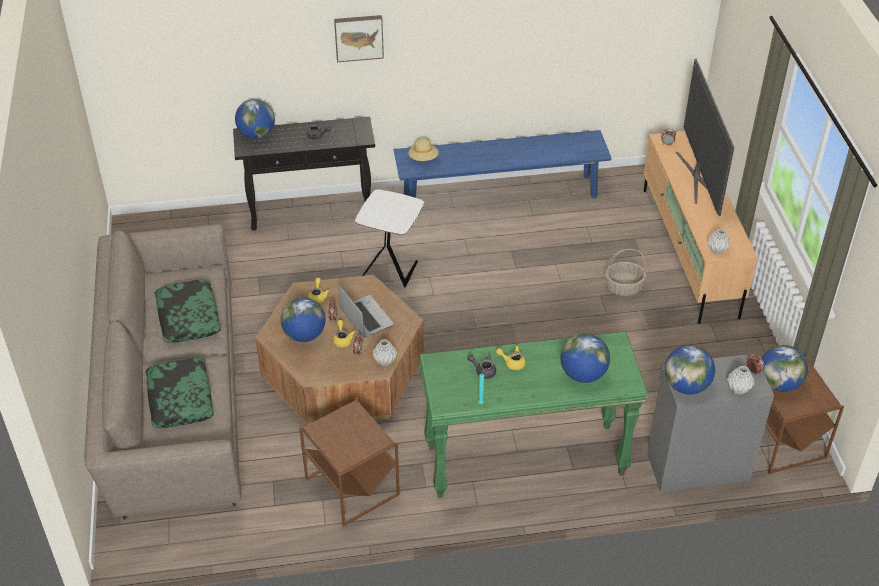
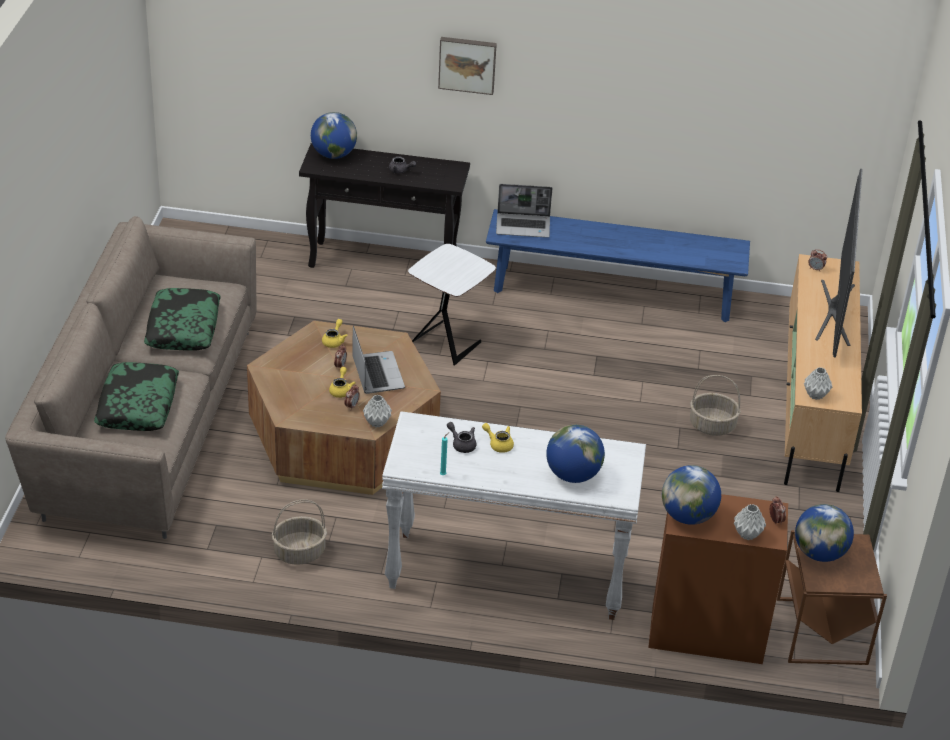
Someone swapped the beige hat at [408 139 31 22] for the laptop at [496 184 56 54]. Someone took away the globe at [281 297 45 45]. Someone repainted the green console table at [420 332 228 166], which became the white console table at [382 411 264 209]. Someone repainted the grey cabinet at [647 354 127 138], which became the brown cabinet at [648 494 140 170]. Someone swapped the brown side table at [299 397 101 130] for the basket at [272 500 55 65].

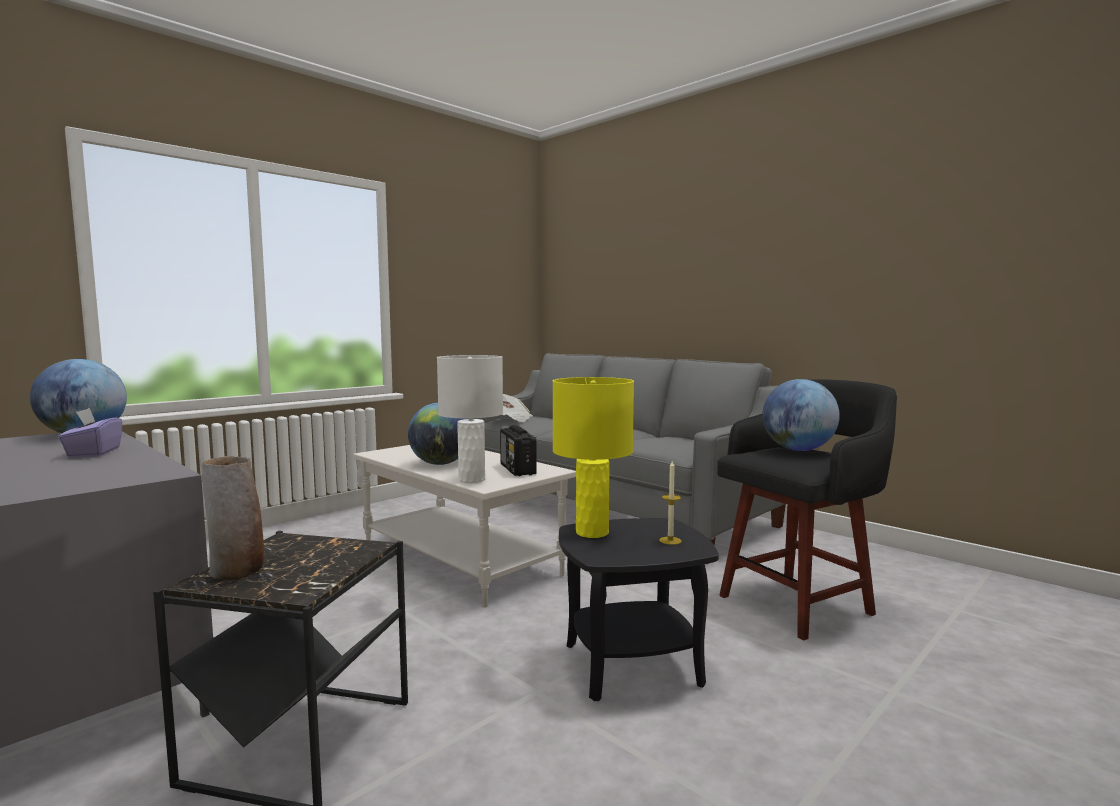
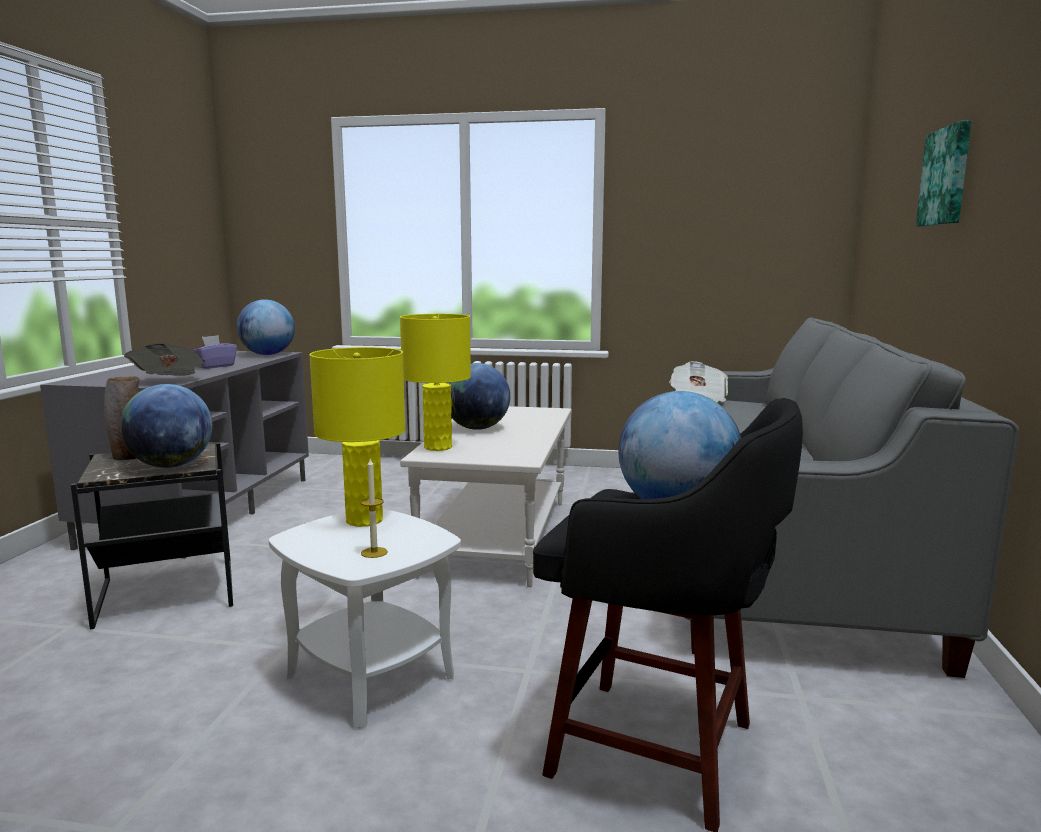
Someone repainted the white table lamp at [437 355 66 128], which became the yellow table lamp at [400 314 71 137]. Someone took away the radio at [500 425 37 51]. Someone repainted the black side table at [559 518 160 183], which became the white side table at [269 509 192 220]. Someone put up the picture at [916 120 55 106]. Someone put down the newspaper at [124 343 81 33]. Someone put down the globe at [120 384 92 84].

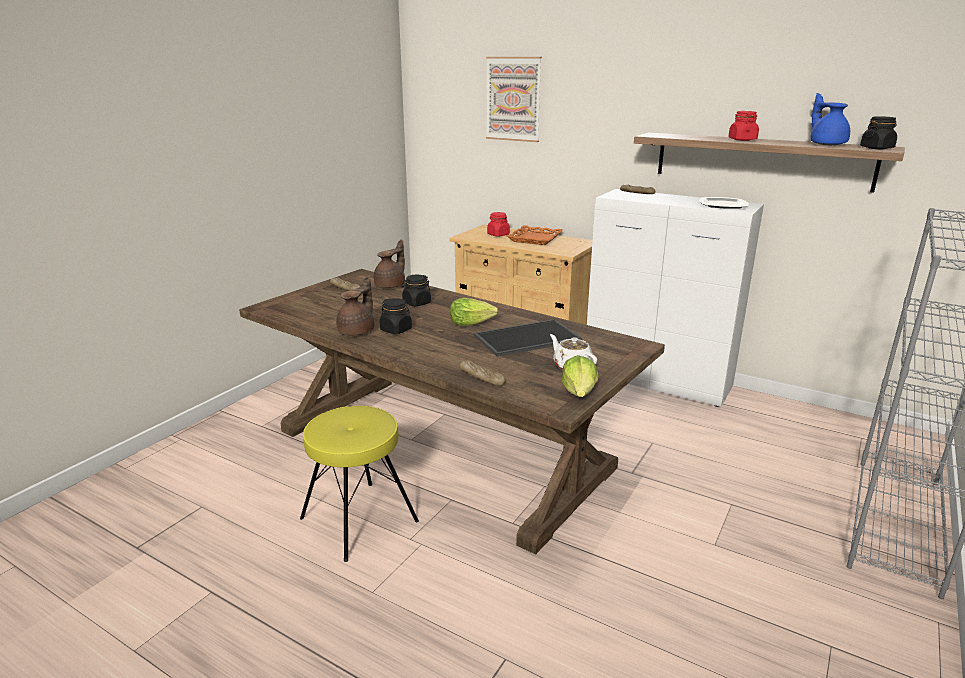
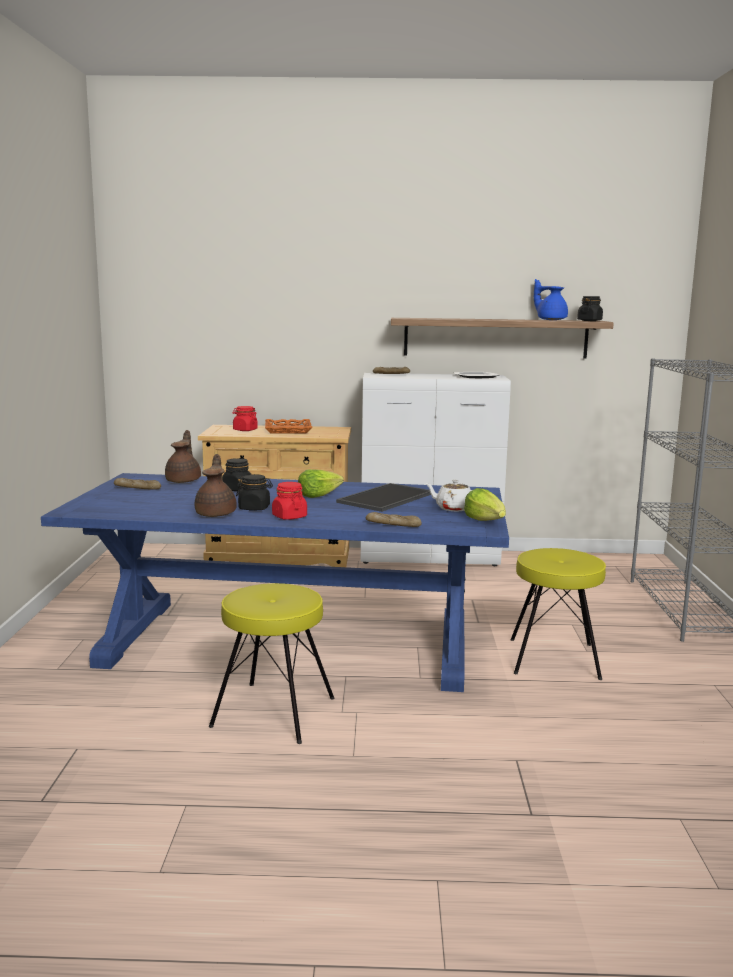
Someone took away the picture at [486 57 56 85]. Someone carried the red jar from [728 111 31 30] to [272 482 35 38]. Someone repainted the brown dining table at [239 269 426 286], which became the blue dining table at [41 473 468 219]. Someone put down the yellow stool at [511 548 95 132].

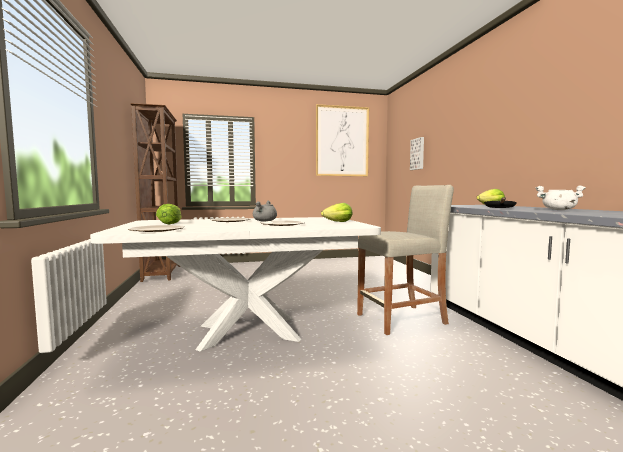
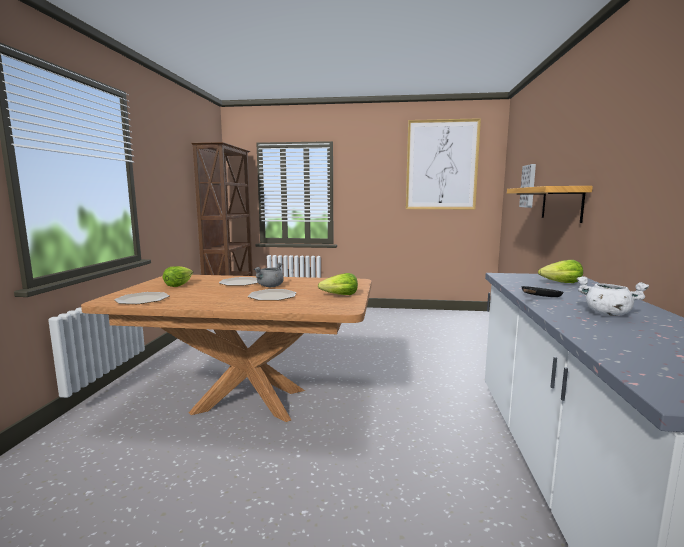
Someone took away the beige stool at [357 185 97 150]. Someone repainted the white dining table at [90 217 291 134], which became the brown dining table at [81 275 290 147]. Someone put up the shelf at [507 186 86 37].

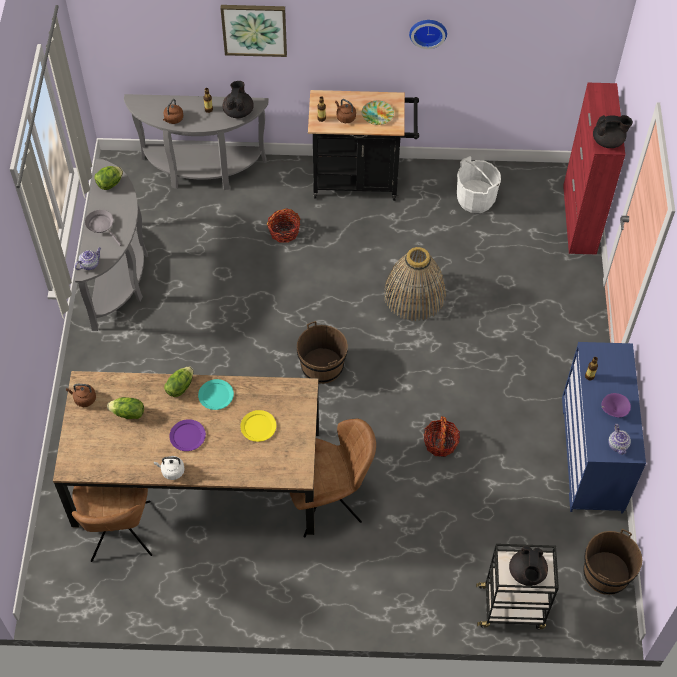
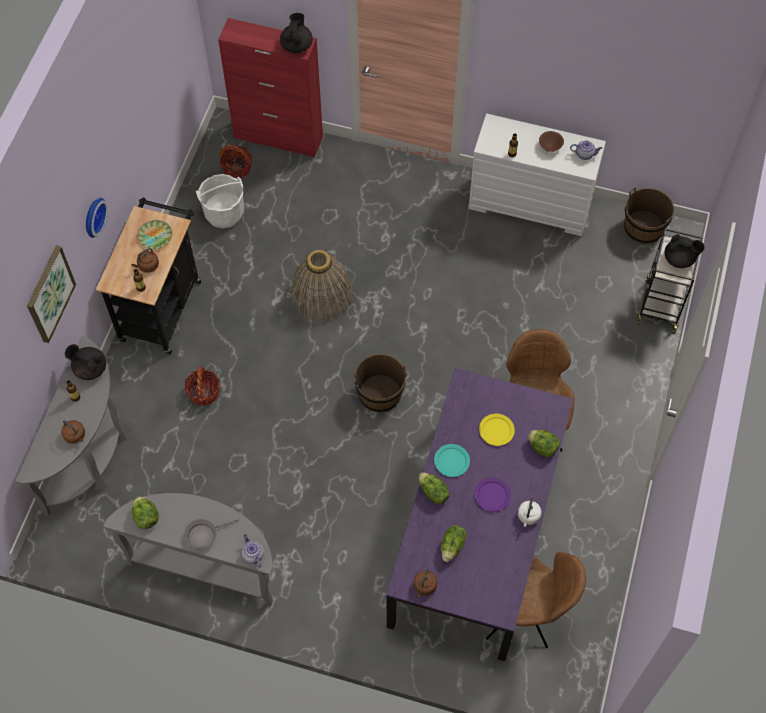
Someone carried the wall clock from [409 20 38 29] to [86 198 22 40]. Someone repainted the blue dresser at [562 342 84 172], which became the white dresser at [468 113 138 123]. Someone repainted the brown dining table at [53 371 266 164], which became the purple dining table at [386 368 187 294]. Someone repainted the purple bowl at [601 393 30 24], which became the brown bowl at [539 131 25 21]. Someone carried the basket from [424 416 36 41] to [219 145 33 33]. Someone put down the lettuce at [528 430 32 27].

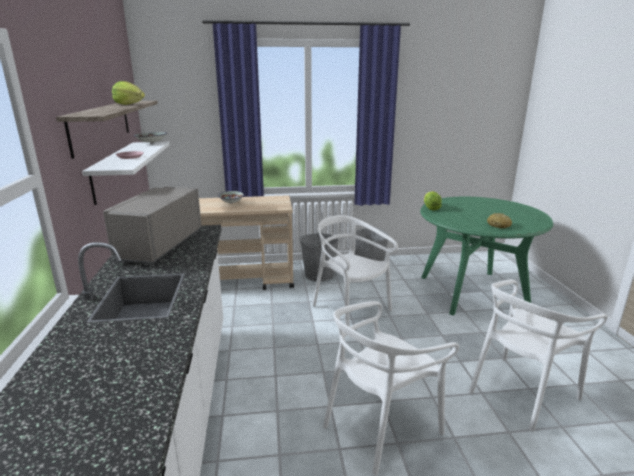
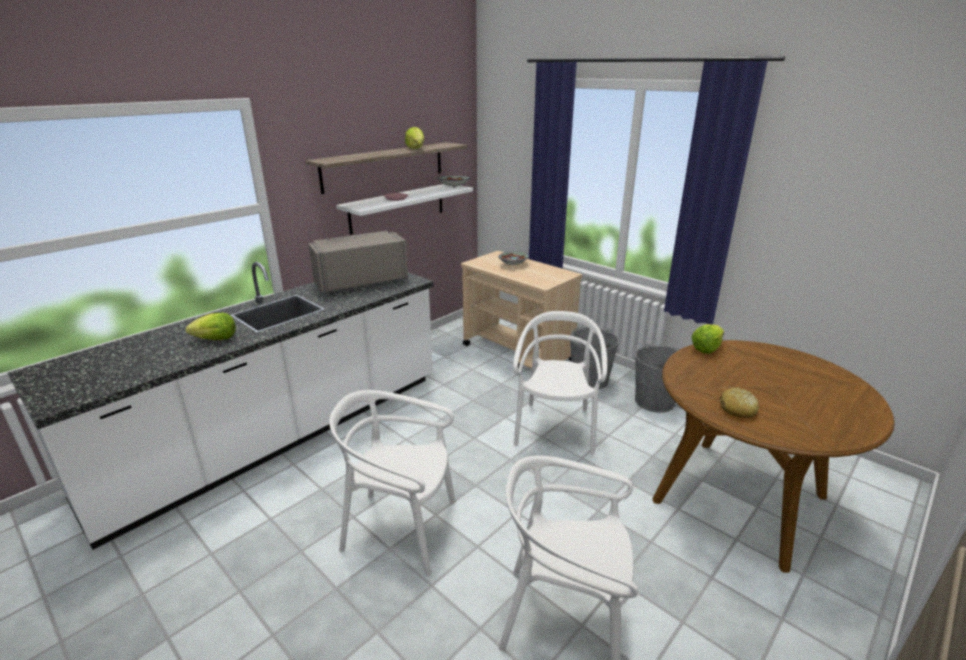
Someone repainted the green dining table at [420 197 133 118], which became the brown dining table at [652 340 243 233]. Someone put down the lettuce at [186 313 50 27].

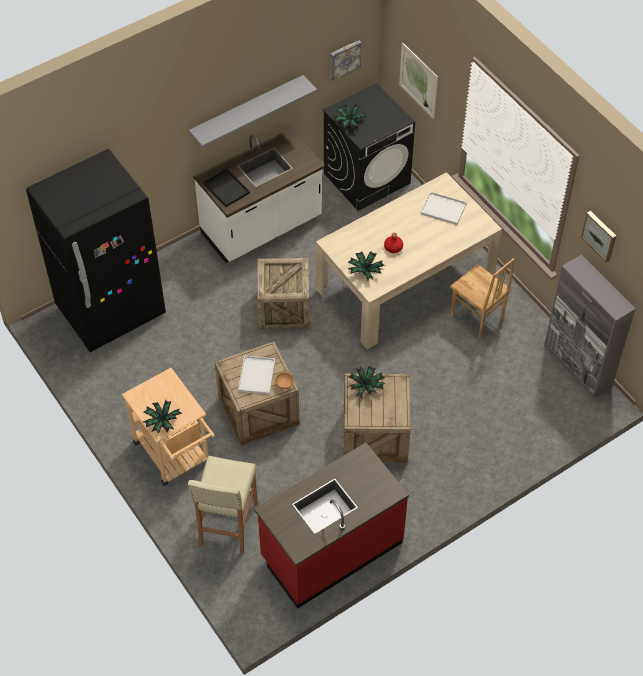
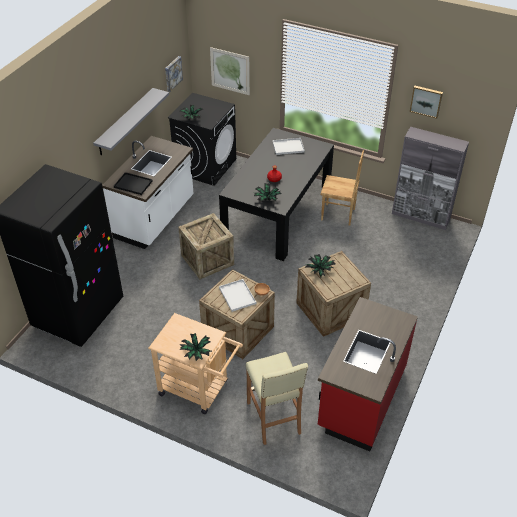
Someone repainted the beige dining table at [316 172 186 177], which became the black dining table at [219 128 115 133].

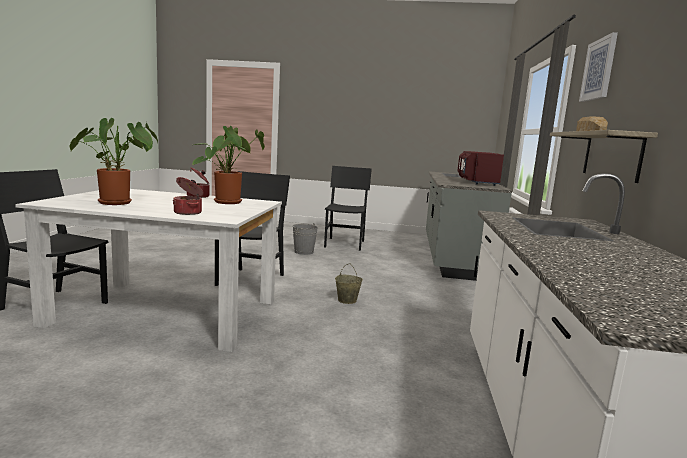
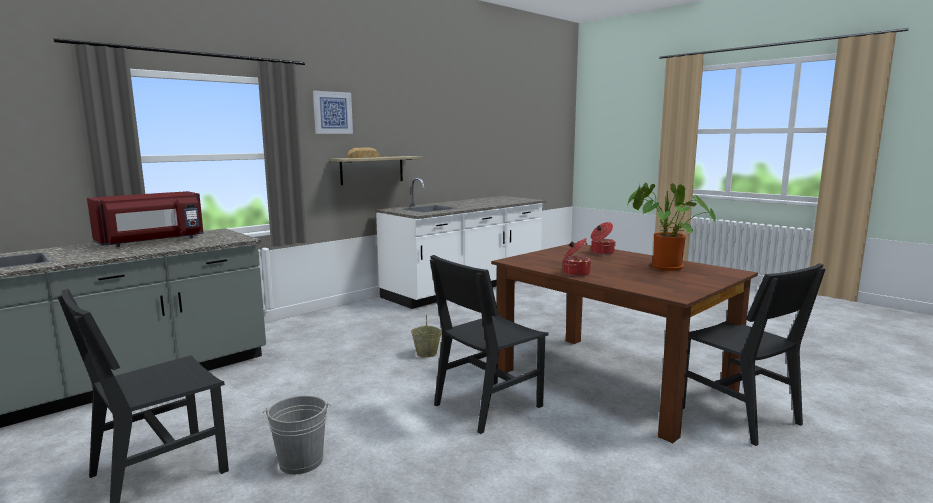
Someone took away the potted plant at [192 126 73 78]. Someone repainted the white dining table at [15 189 267 163], which became the brown dining table at [491 243 267 200].

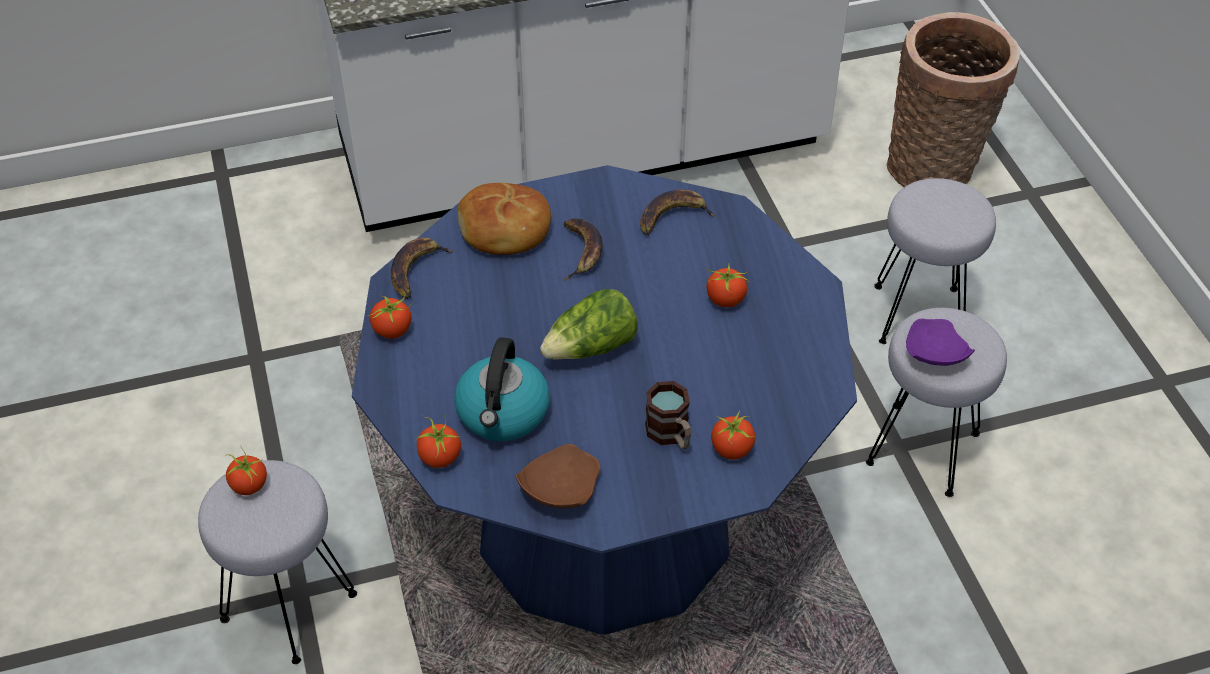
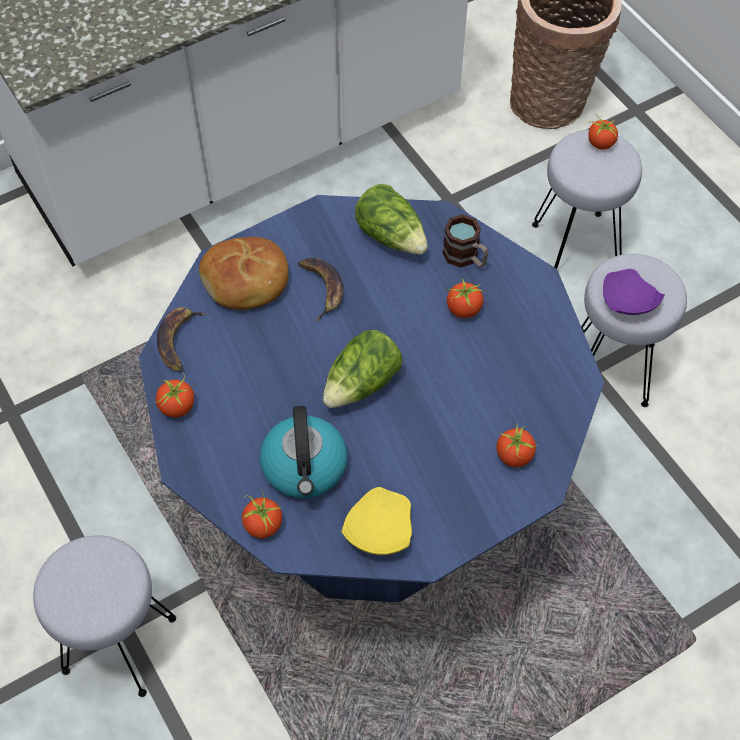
Someone swapped the banana at [640 189 76 47] for the lettuce at [355 184 73 71]. Someone carried the mug from [645 381 46 68] to [443 214 45 54]. Someone repainted the brown plate at [515 444 85 64], which became the yellow plate at [342 487 70 68]. Someone carried the tomato from [225 447 42 48] to [588 115 31 35].

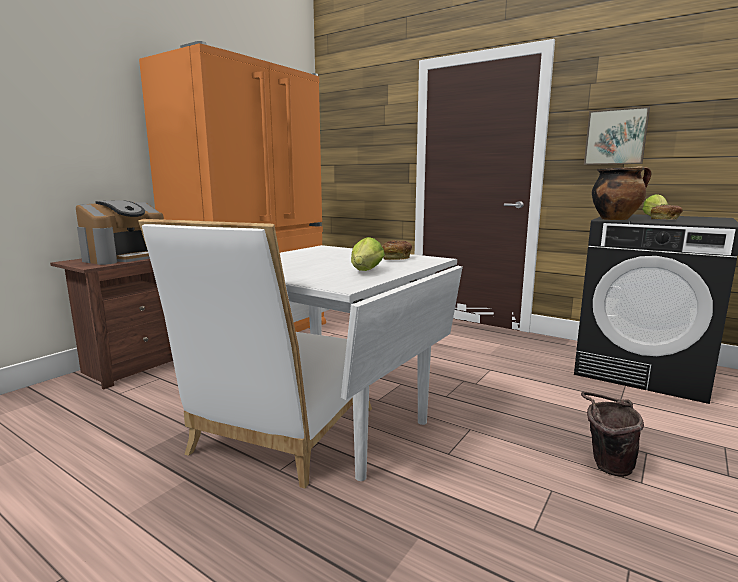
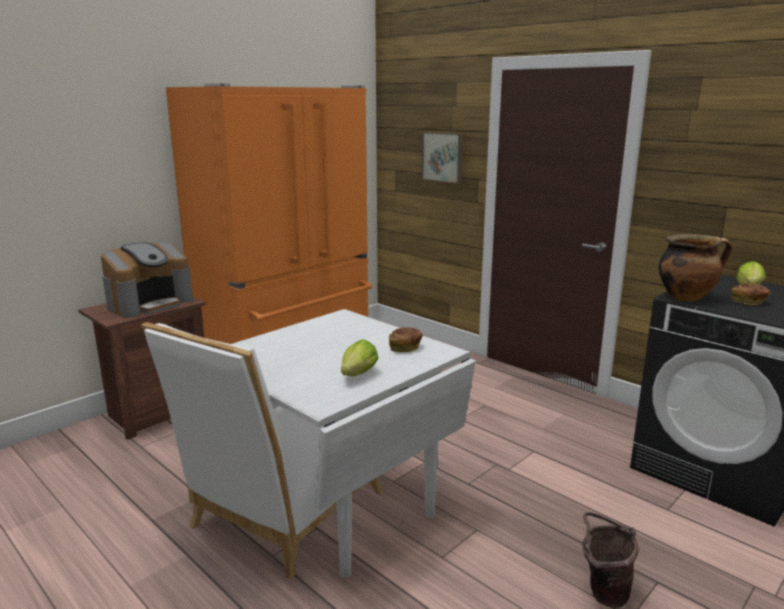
Someone carried the picture from [584 107 66 58] to [422 132 41 52].

